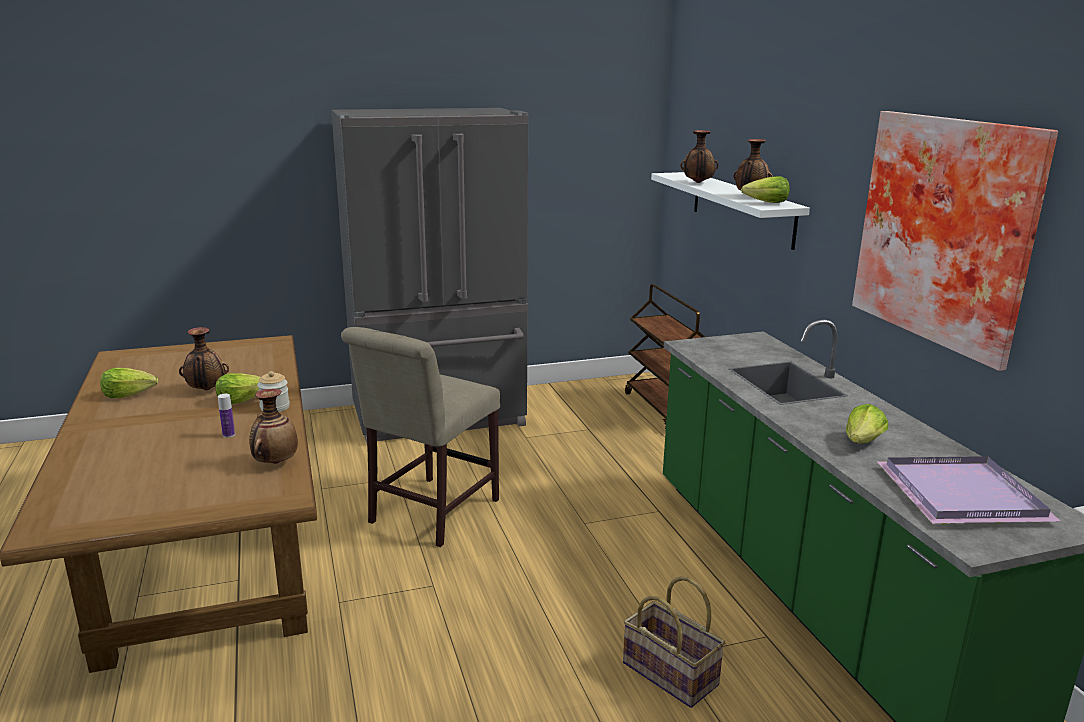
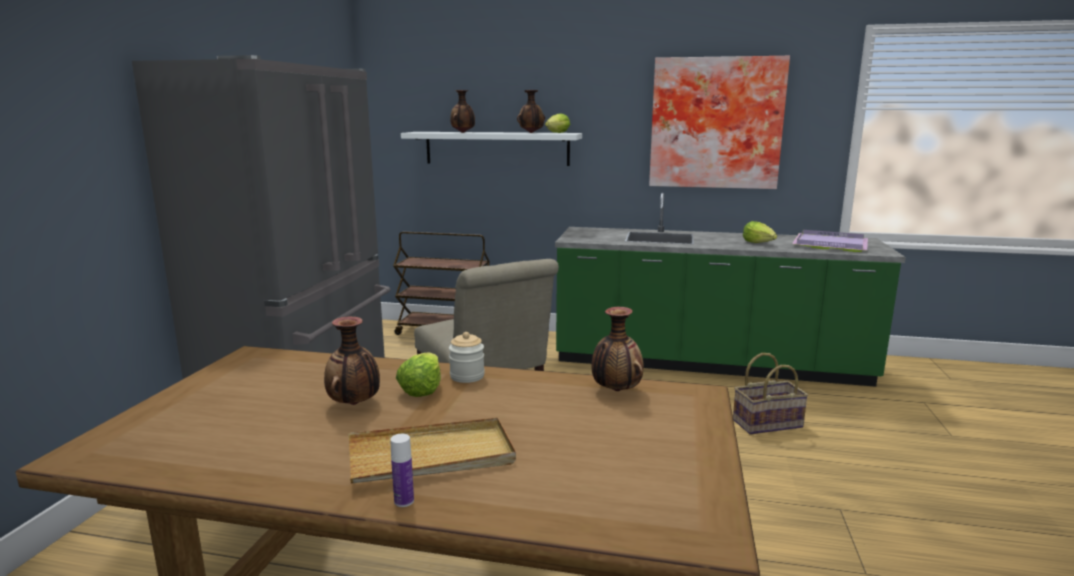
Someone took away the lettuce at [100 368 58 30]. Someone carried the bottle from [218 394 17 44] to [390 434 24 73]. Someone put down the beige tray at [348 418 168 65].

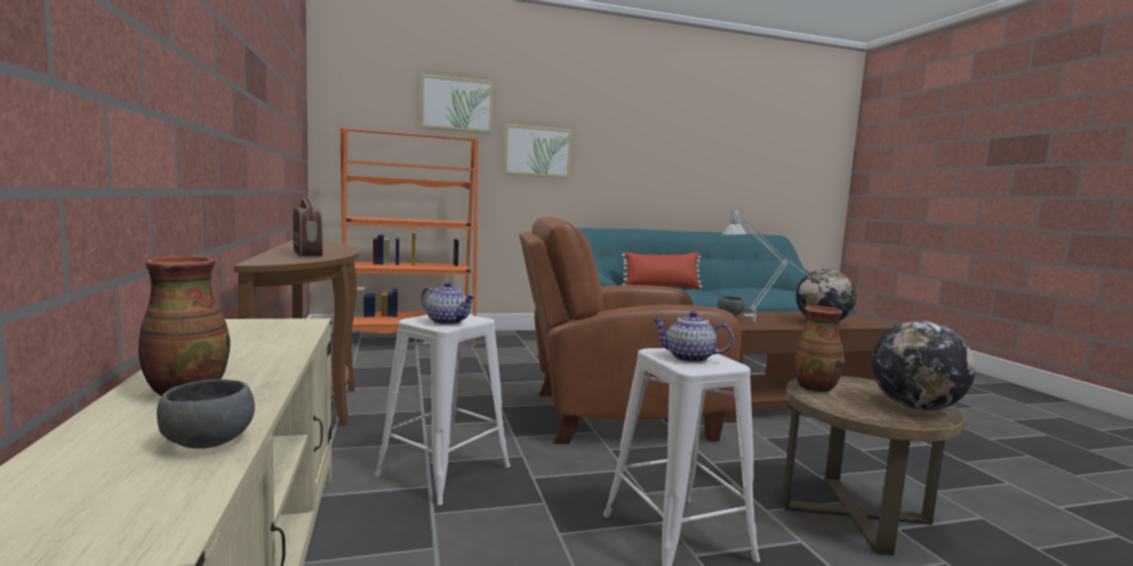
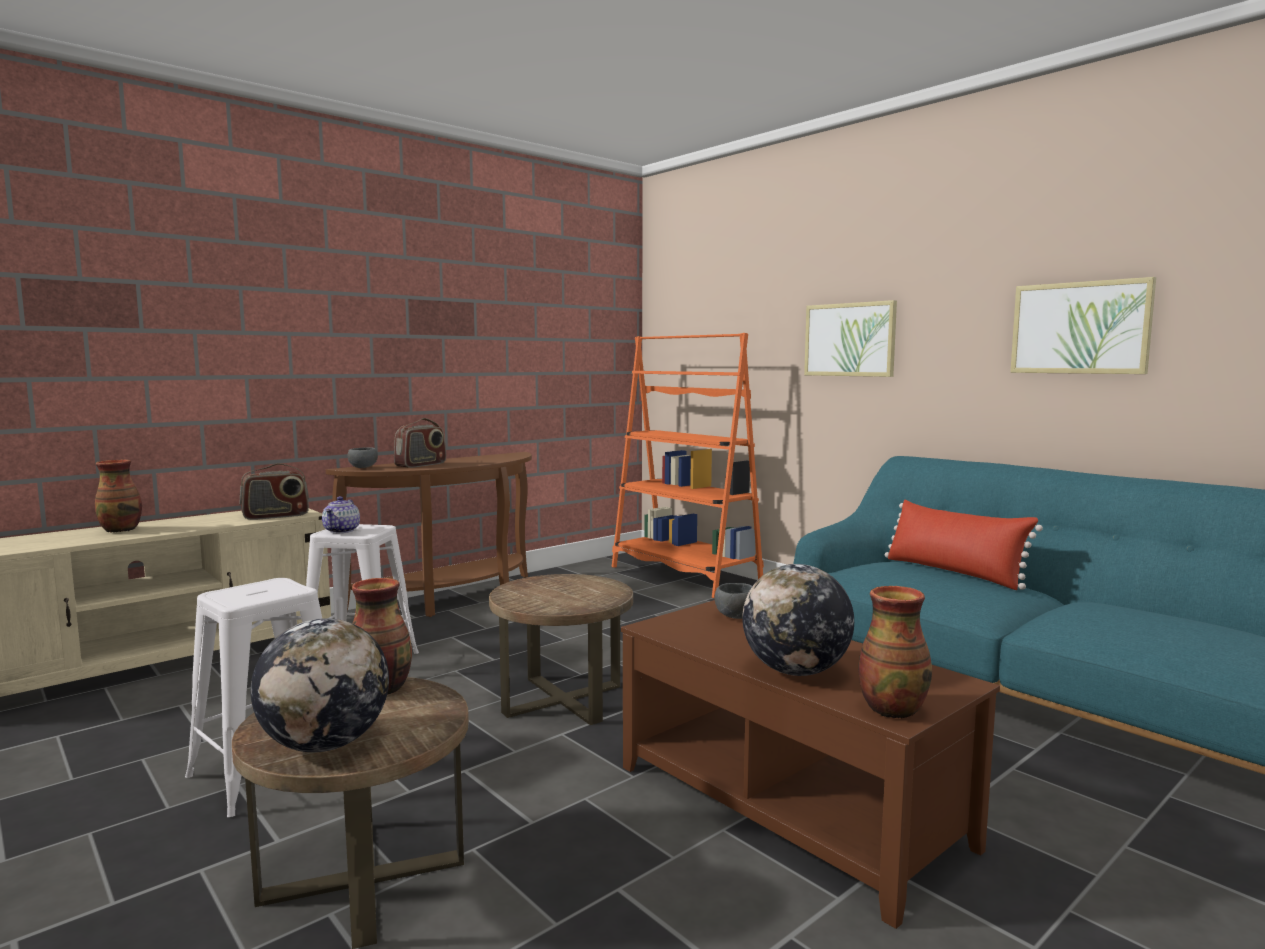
Someone carried the picture from [420 74 74 60] to [1010 277 146 97]. Someone took away the grey table lamp at [723 208 88 114]. Someone swapped the brown armchair at [519 217 222 227] for the brown side table at [489 574 144 151]. Someone took away the teapot at [653 311 81 52]. Someone carried the grey bowl from [157 379 98 70] to [347 448 31 20]. Someone put down the radio at [240 463 69 57]. Someone put down the vase at [858 586 74 132].

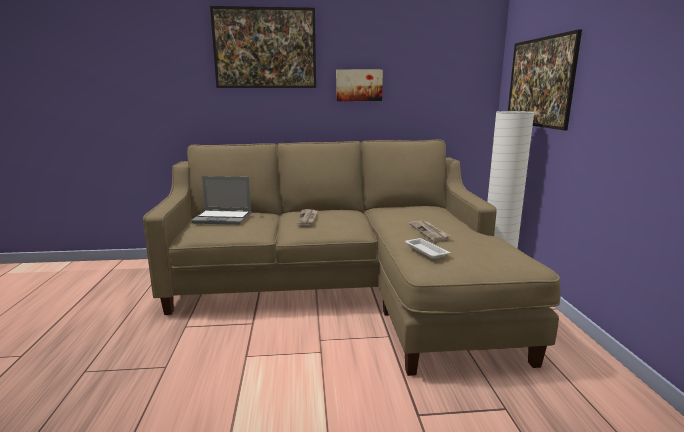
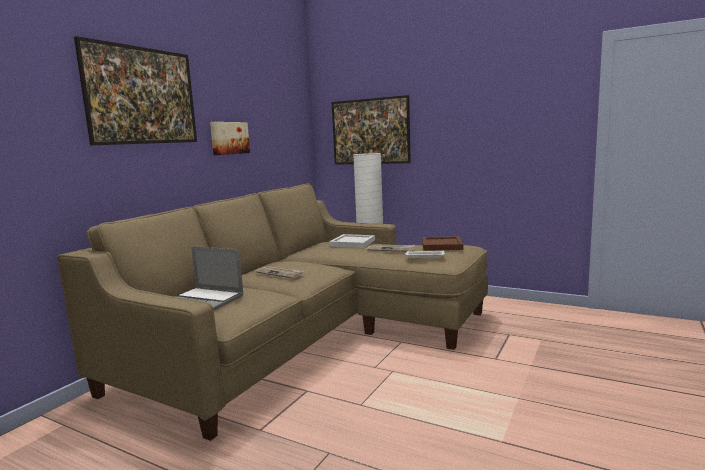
Someone rotated the laptop at [191 176 60 49] by 75 degrees clockwise. Someone put down the white tray at [329 234 46 14]. Someone put down the brown tray at [422 236 41 15].

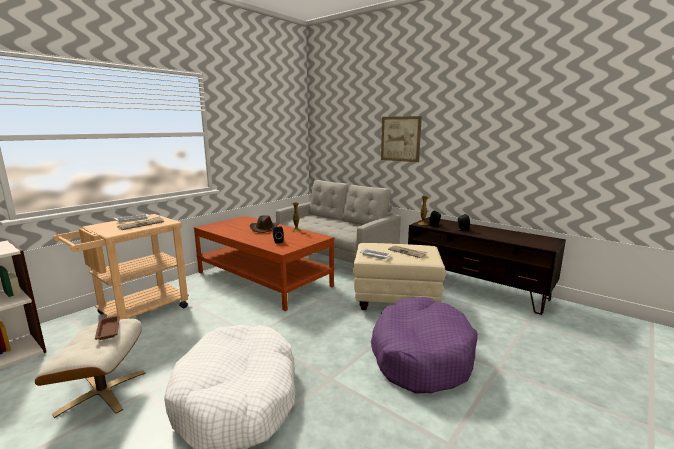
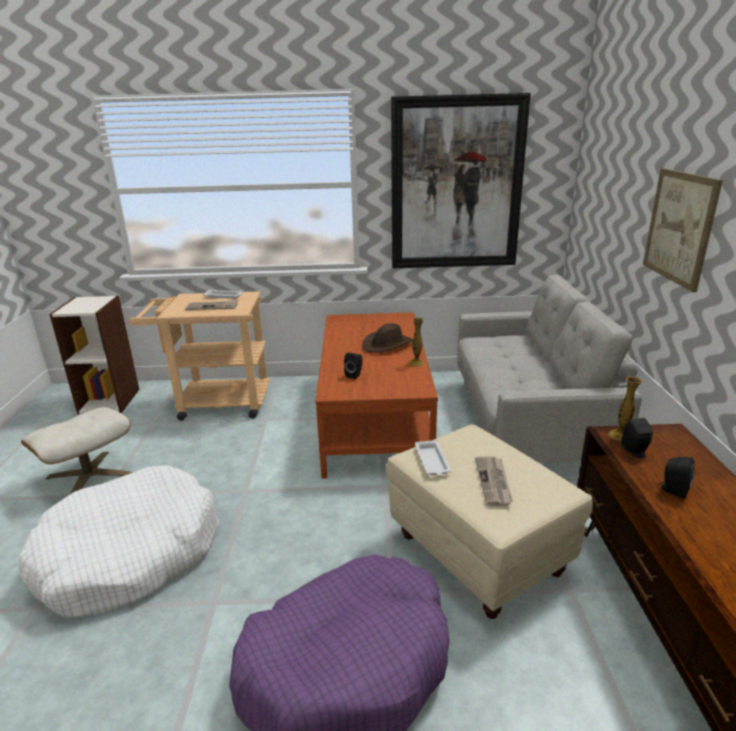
Someone took away the brown tray at [95 315 25 25]. Someone put up the picture at [391 93 140 175].

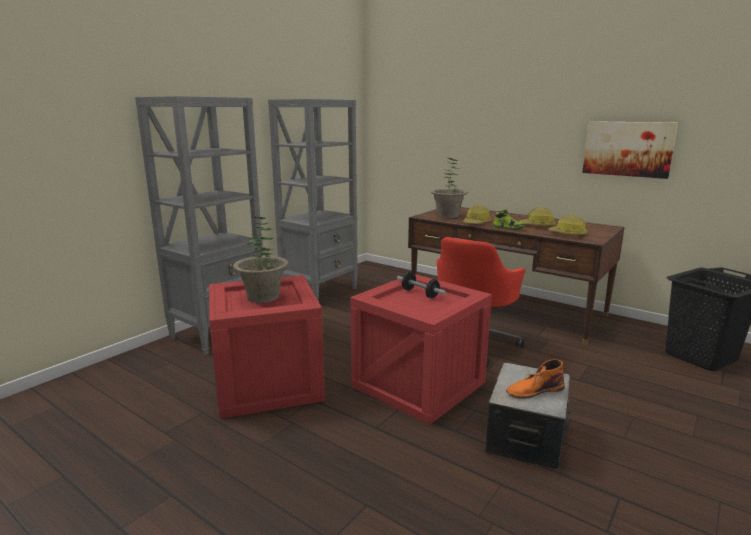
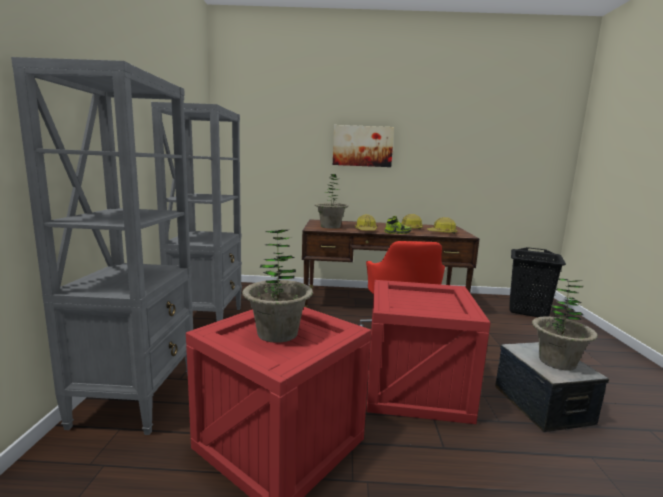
Someone carried the picture from [582 121 96 58] to [333 125 61 42]. Someone took away the dumbbell at [397 272 49 26]. Someone swapped the orange boot at [506 359 59 40] for the potted plant at [532 278 66 93].

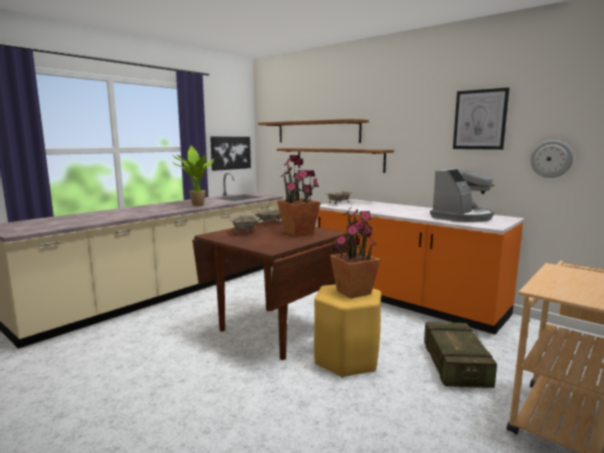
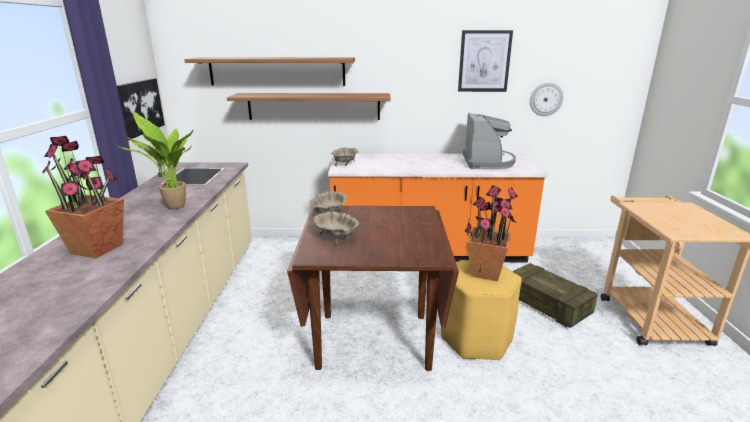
Someone carried the potted plant from [277 155 44 81] to [42 136 82 122].

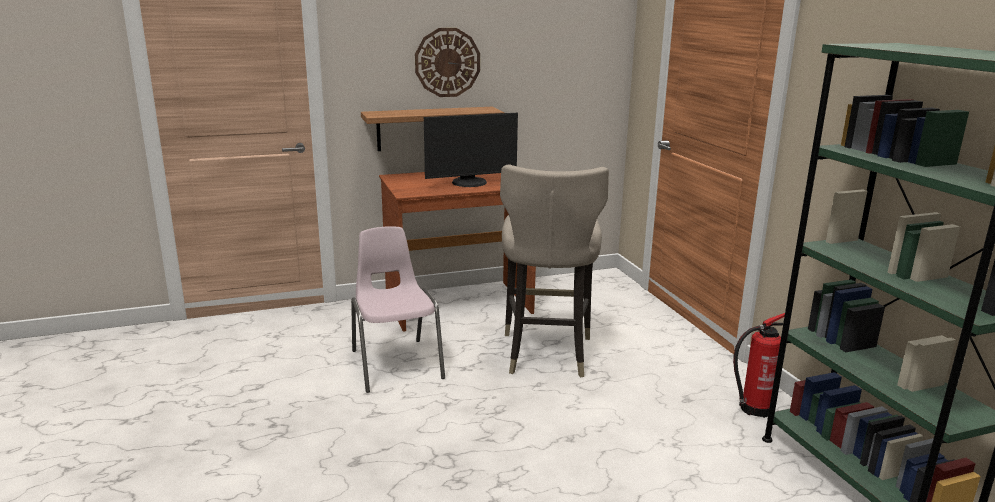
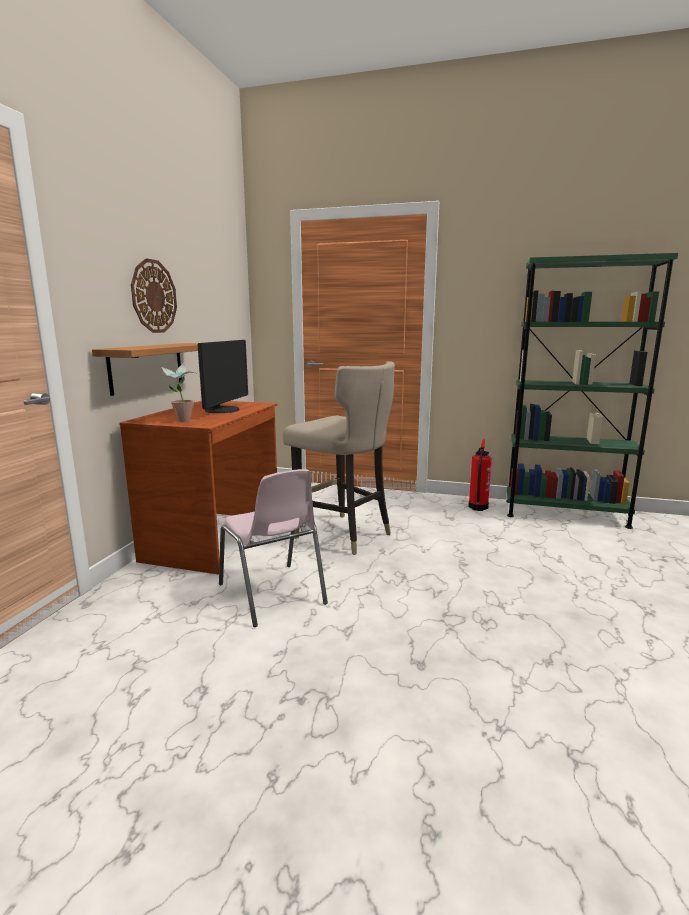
Someone rotated the pink chair at [351 226 94 167] by 135 degrees counterclockwise. Someone put down the potted plant at [161 363 34 59].

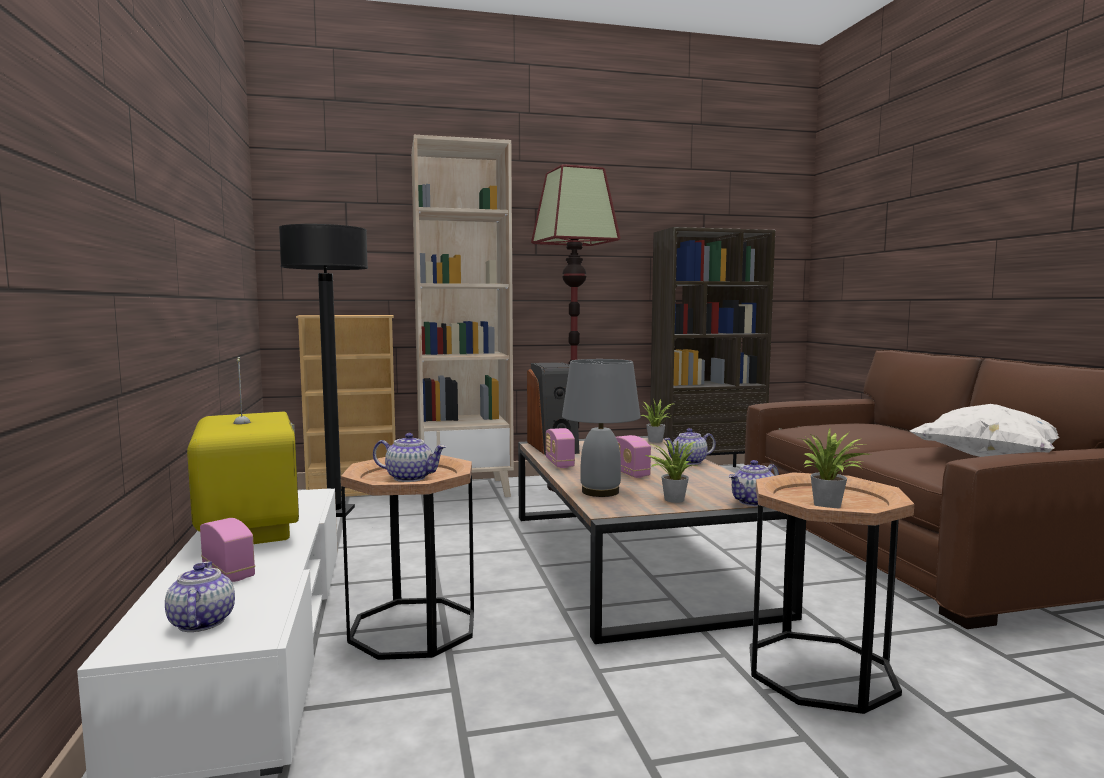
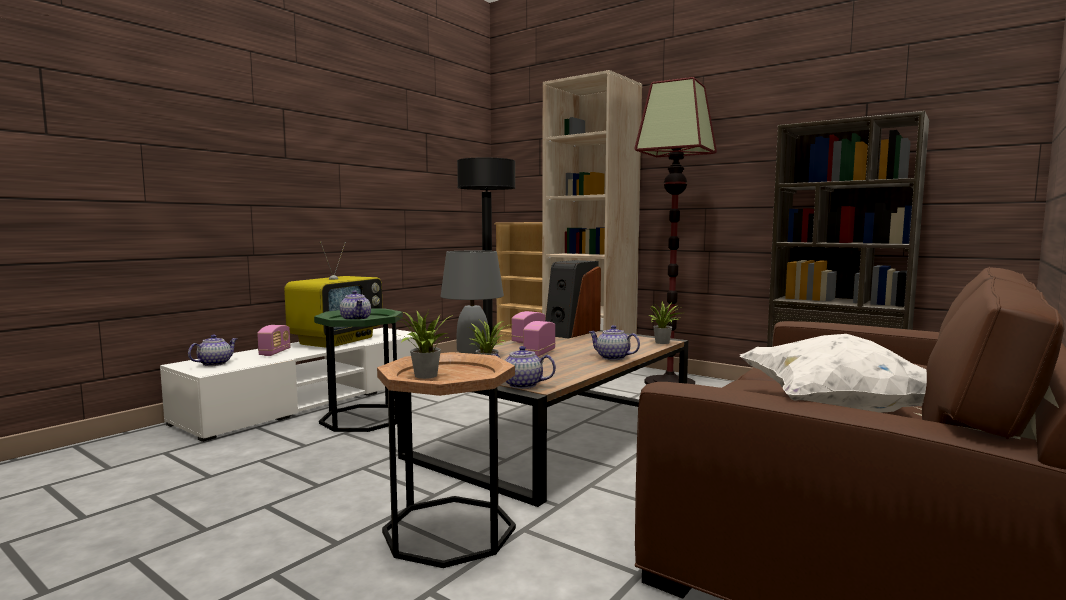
Someone repainted the brown side table at [341 455 133 205], which became the green side table at [314 309 89 123].

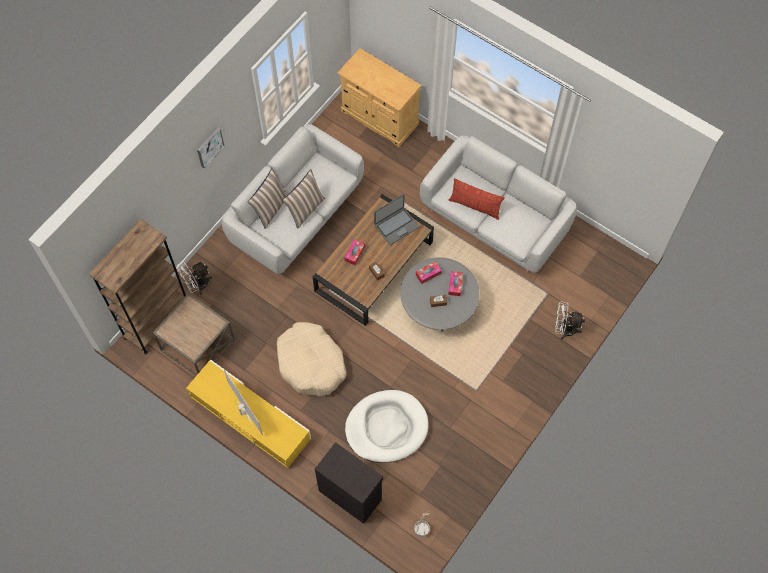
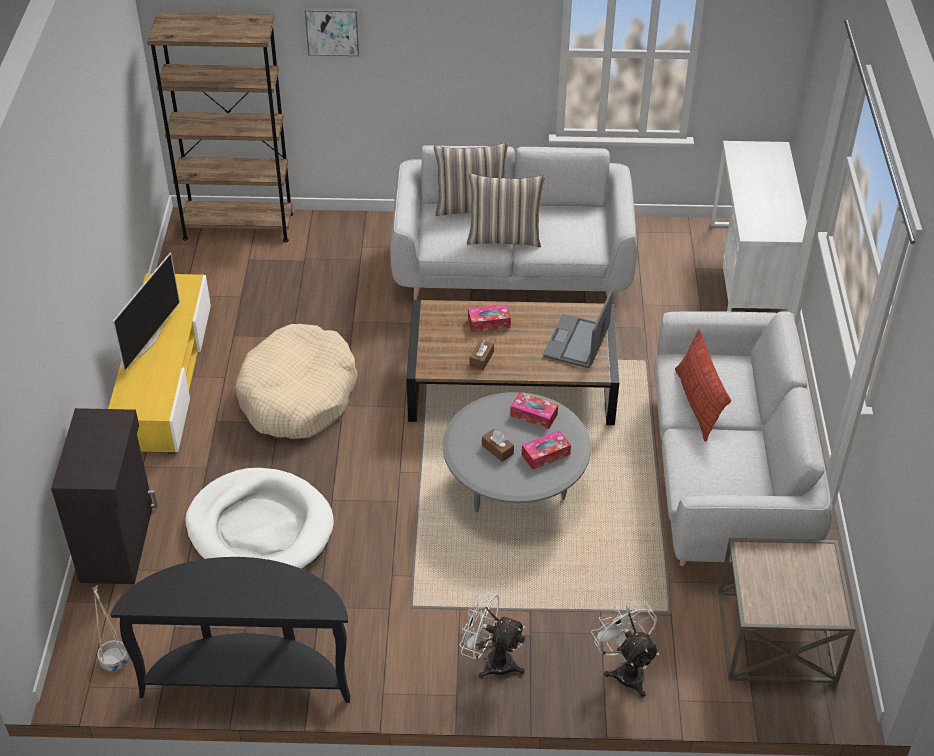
Someone swapped the beige cabinet at [337 48 85 99] for the white desk at [711 141 96 171]. Someone carried the picture from [197 128 28 40] to [305 8 54 48]. Someone rotated the laptop at [374 194 45 51] by 90 degrees clockwise. Someone carried the white fan from [177 262 35 33] to [459 591 67 88]. Someone carried the brown side table from [153 293 82 83] to [718 538 138 145]. Someone put down the black console table at [111 557 240 146].

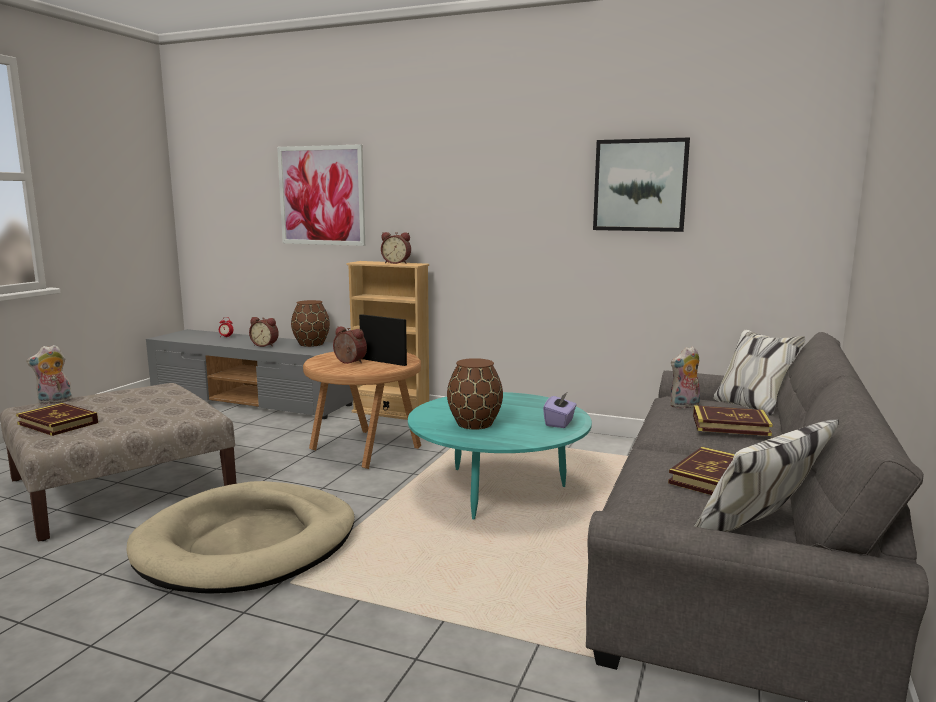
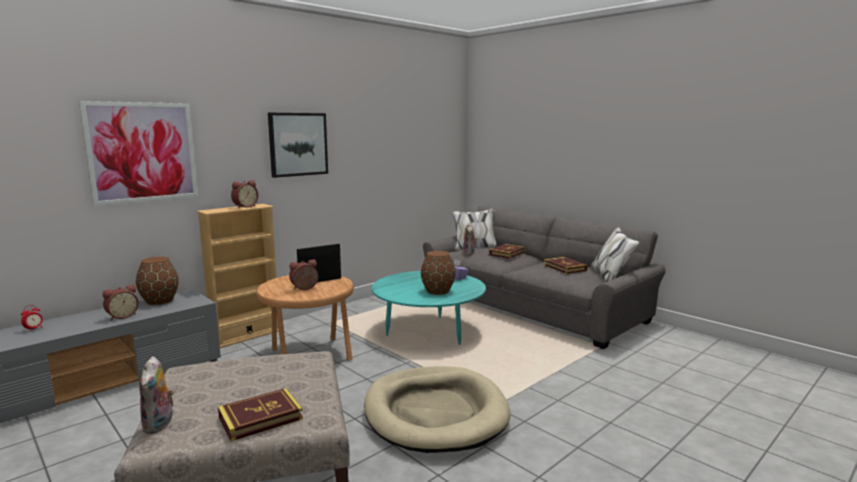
Someone carried the picture from [593 138 97 94] to [268 113 60 65].

